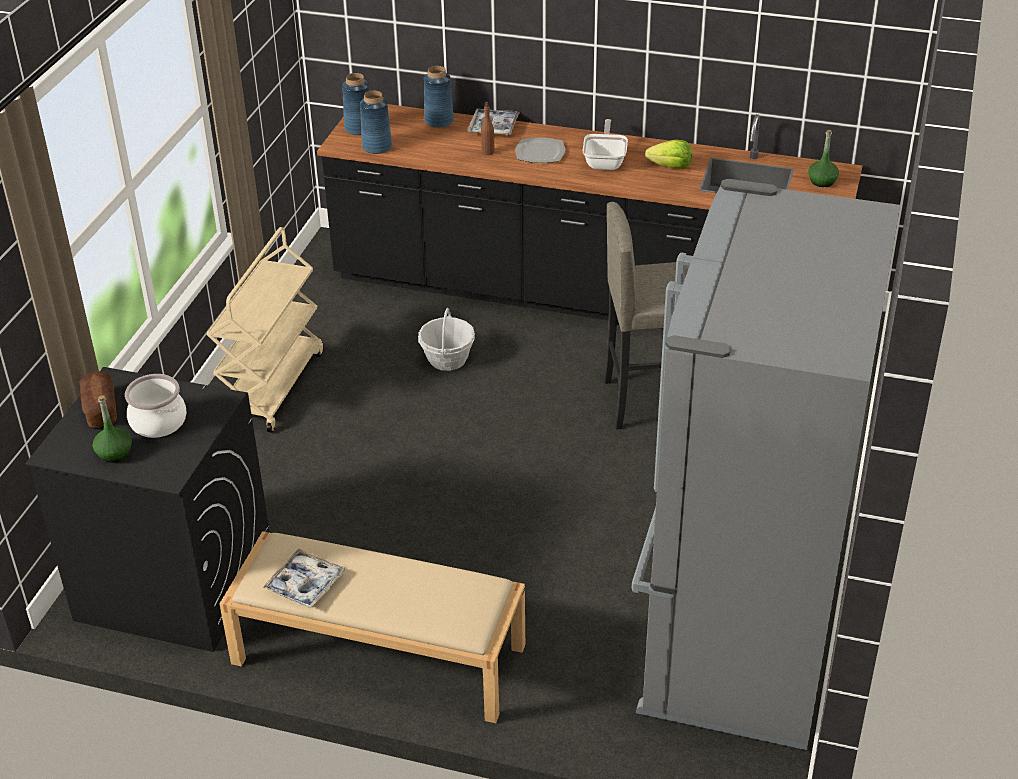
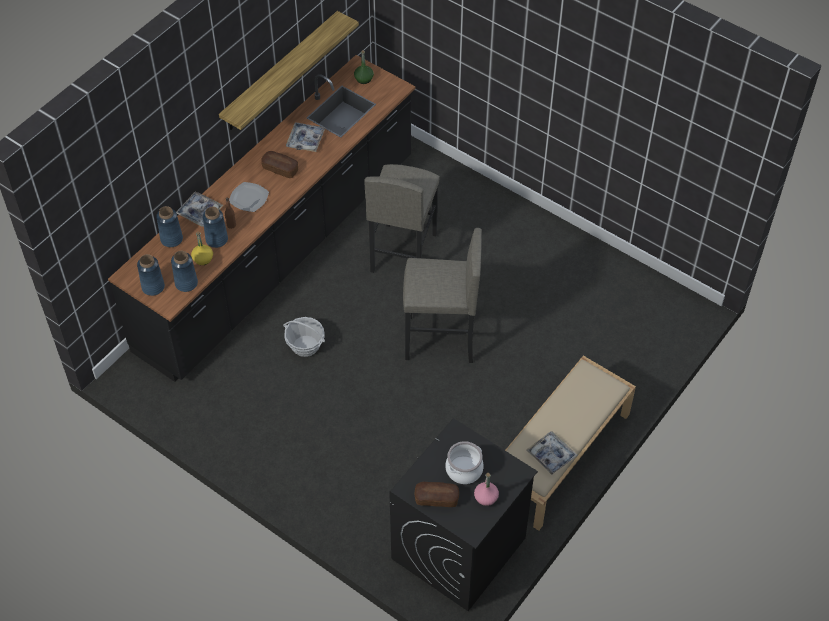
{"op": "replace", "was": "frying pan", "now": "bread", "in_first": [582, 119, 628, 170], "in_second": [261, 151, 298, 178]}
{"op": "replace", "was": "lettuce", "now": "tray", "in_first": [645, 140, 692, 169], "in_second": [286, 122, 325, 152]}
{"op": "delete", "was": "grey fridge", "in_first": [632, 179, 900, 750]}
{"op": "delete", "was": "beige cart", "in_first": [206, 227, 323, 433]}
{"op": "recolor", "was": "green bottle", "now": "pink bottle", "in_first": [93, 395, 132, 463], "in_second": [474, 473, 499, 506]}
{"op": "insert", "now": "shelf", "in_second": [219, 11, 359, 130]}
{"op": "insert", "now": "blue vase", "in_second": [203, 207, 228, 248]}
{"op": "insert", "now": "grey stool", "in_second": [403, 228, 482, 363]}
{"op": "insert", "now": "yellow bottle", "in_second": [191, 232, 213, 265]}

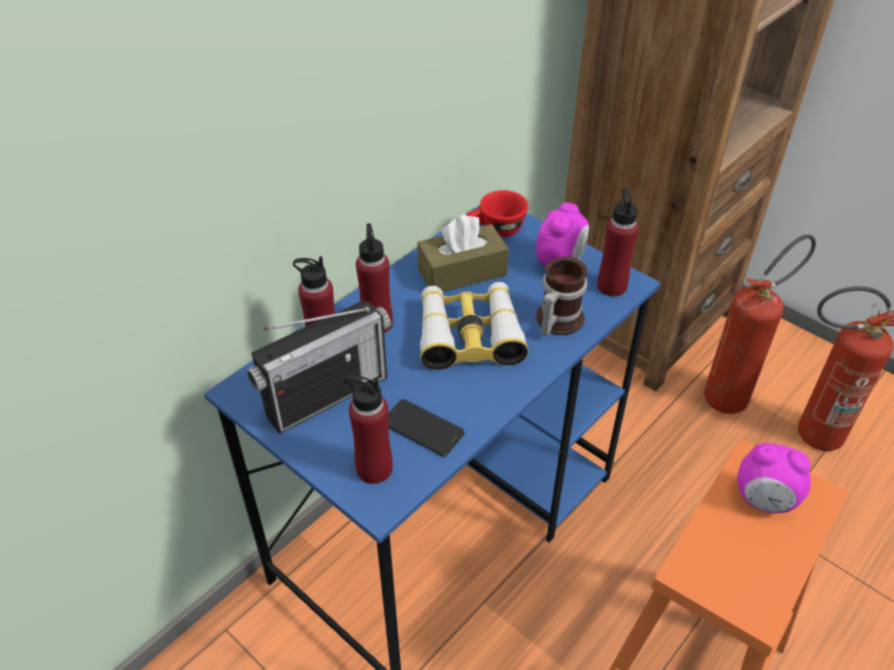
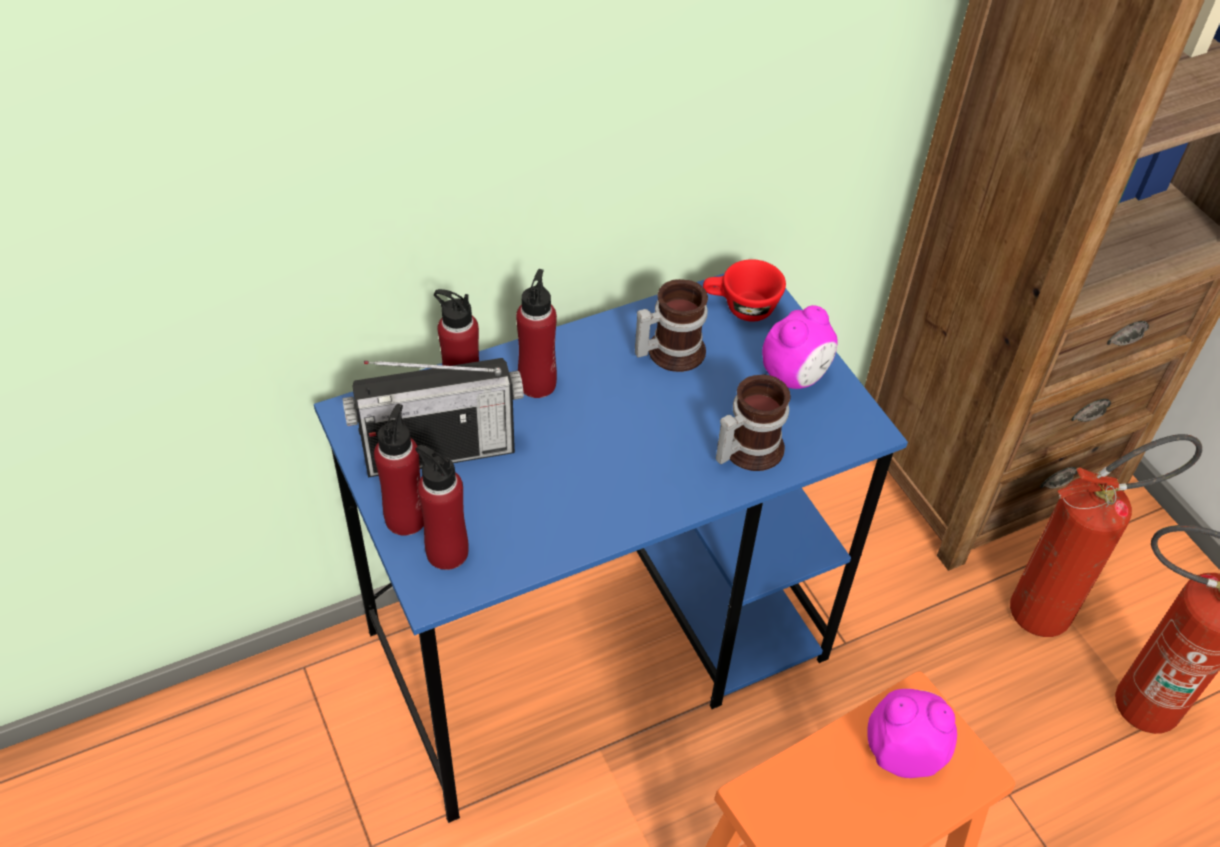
{"op": "move", "was": "red bottle", "in_first": [597, 188, 639, 297], "in_second": [374, 404, 424, 536]}
{"op": "replace", "was": "brown tissue box", "now": "mug", "in_first": [417, 214, 509, 292], "in_second": [635, 279, 708, 372]}
{"op": "delete", "was": "binoculars", "in_first": [420, 282, 528, 370]}
{"op": "delete", "was": "phone", "in_first": [388, 399, 465, 457]}
{"op": "rotate", "was": "alarm clock", "in_first": [737, 443, 811, 513], "in_second": [867, 689, 957, 778], "clockwise": 150}

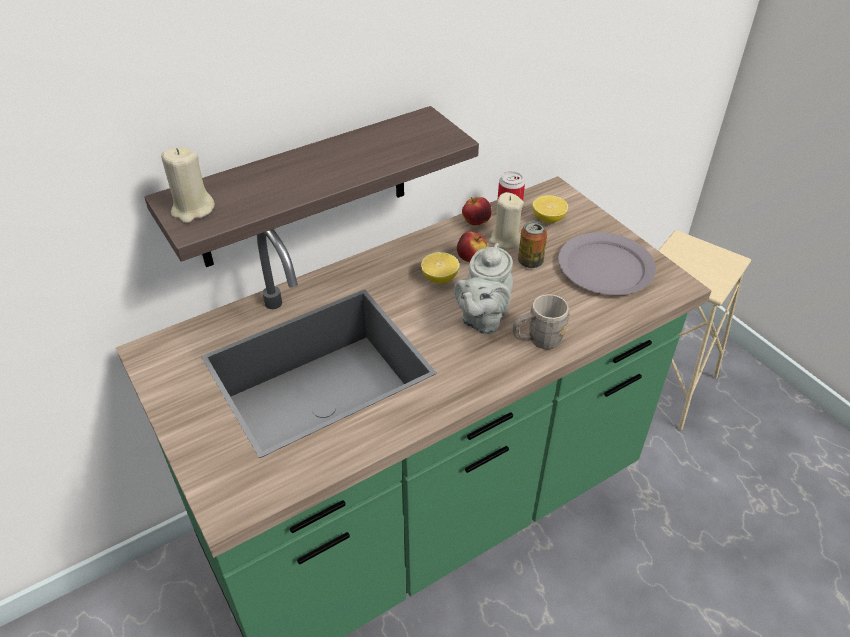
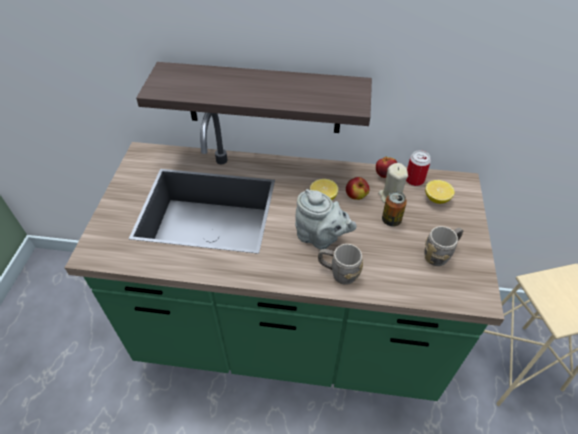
{"op": "delete", "was": "beige candle", "in_first": [161, 147, 215, 223]}
{"op": "replace", "was": "grey plate", "now": "grey mug", "in_first": [558, 232, 656, 295], "in_second": [424, 226, 463, 266]}
{"op": "rotate", "was": "grey teapot", "in_first": [454, 243, 513, 334], "in_second": [295, 189, 357, 249], "clockwise": -120}

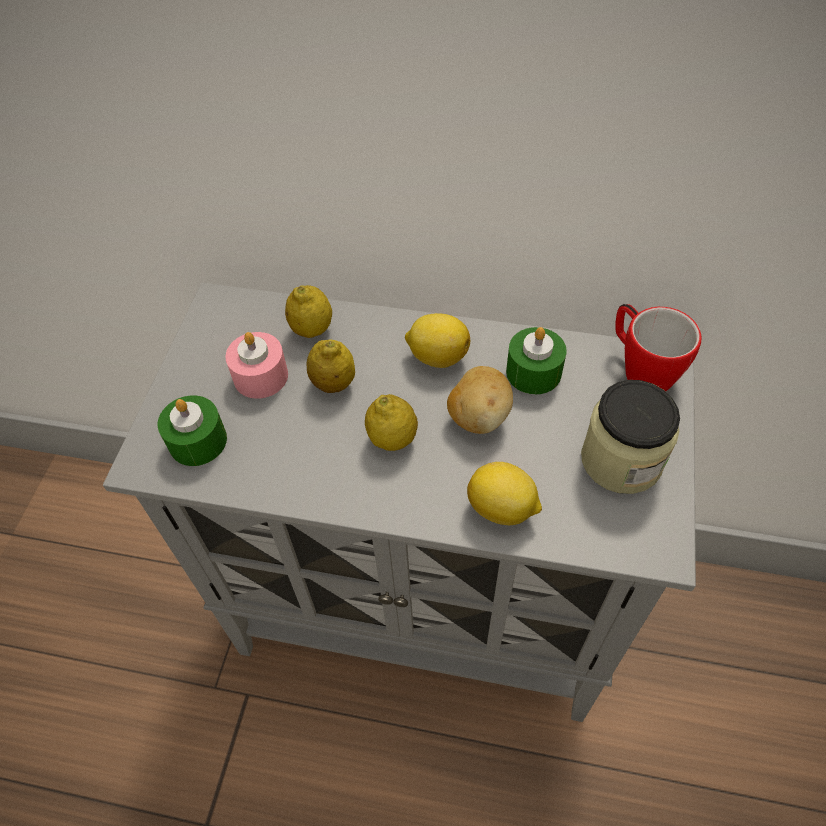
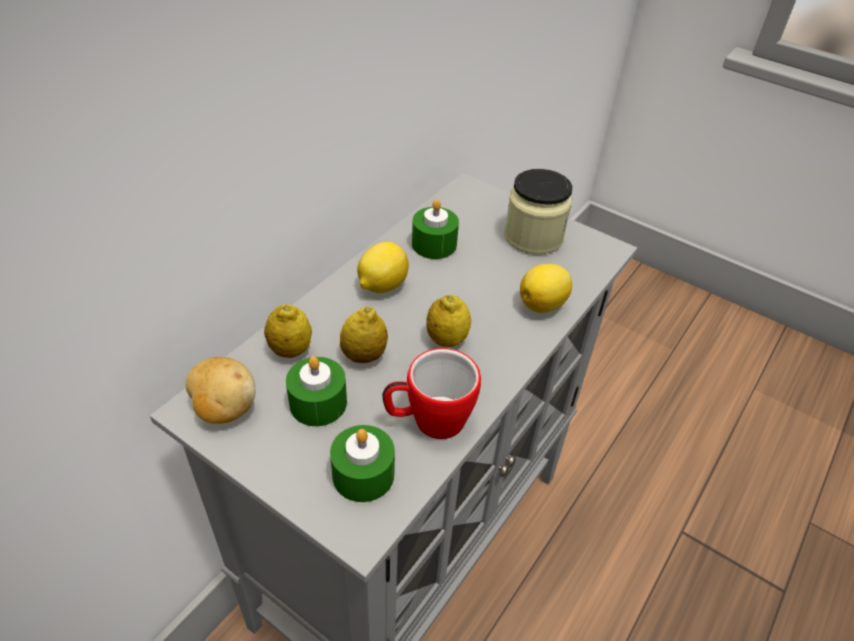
{"op": "move", "was": "mug", "in_first": [615, 304, 702, 391], "in_second": [382, 348, 481, 439]}
{"op": "recolor", "was": "pink candle", "now": "green candle", "in_first": [225, 332, 288, 399], "in_second": [286, 356, 347, 426]}
{"op": "move", "was": "potato", "in_first": [447, 366, 513, 434], "in_second": [185, 357, 255, 424]}

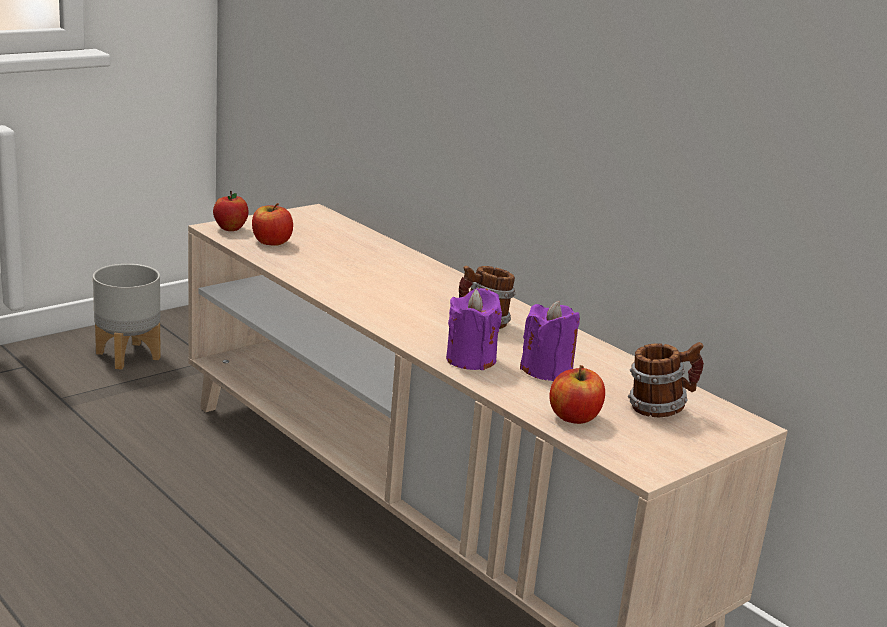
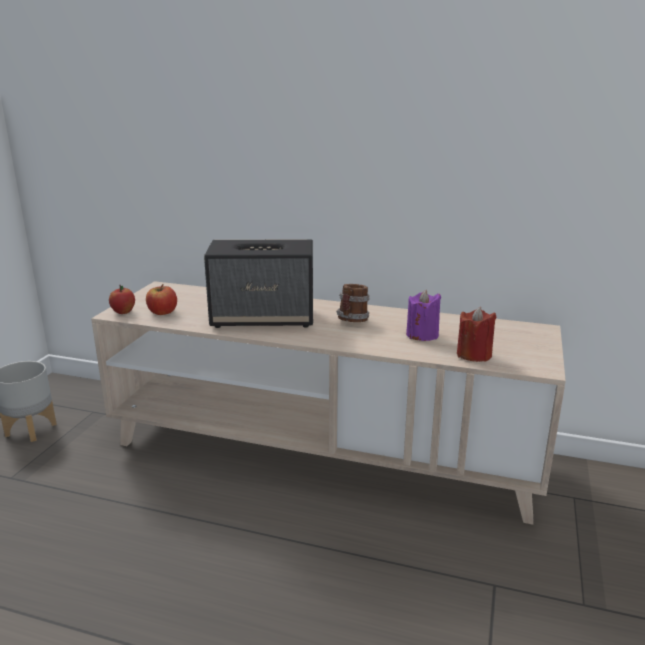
{"op": "delete", "was": "purple candle", "in_first": [446, 288, 502, 370]}
{"op": "delete", "was": "mug", "in_first": [628, 342, 704, 417]}
{"op": "replace", "was": "apple", "now": "red candle", "in_first": [549, 365, 605, 424], "in_second": [457, 307, 497, 362]}
{"op": "insert", "now": "speaker", "in_second": [204, 239, 313, 328]}

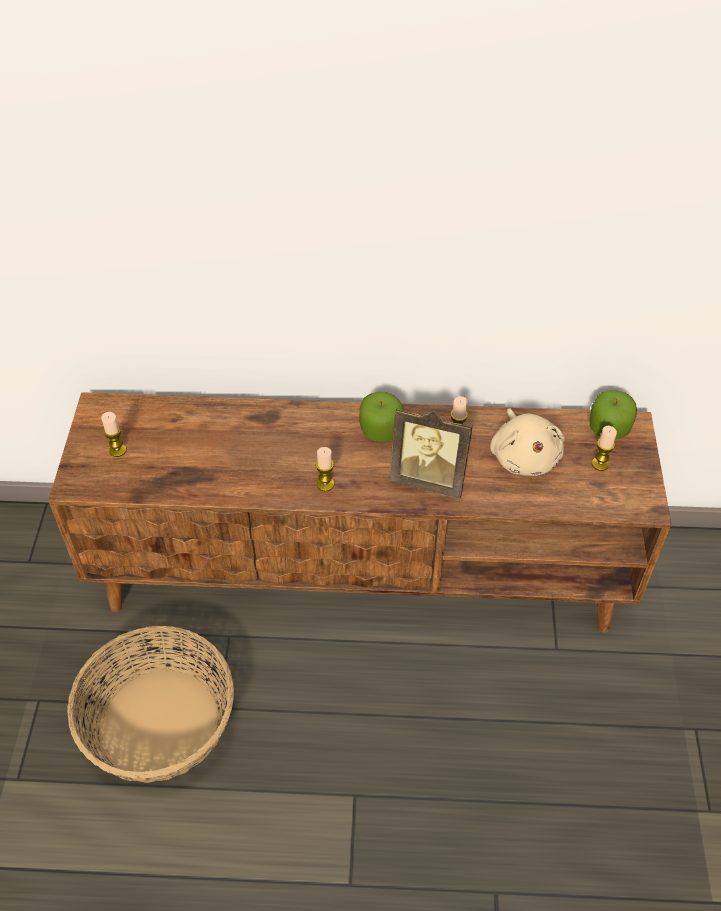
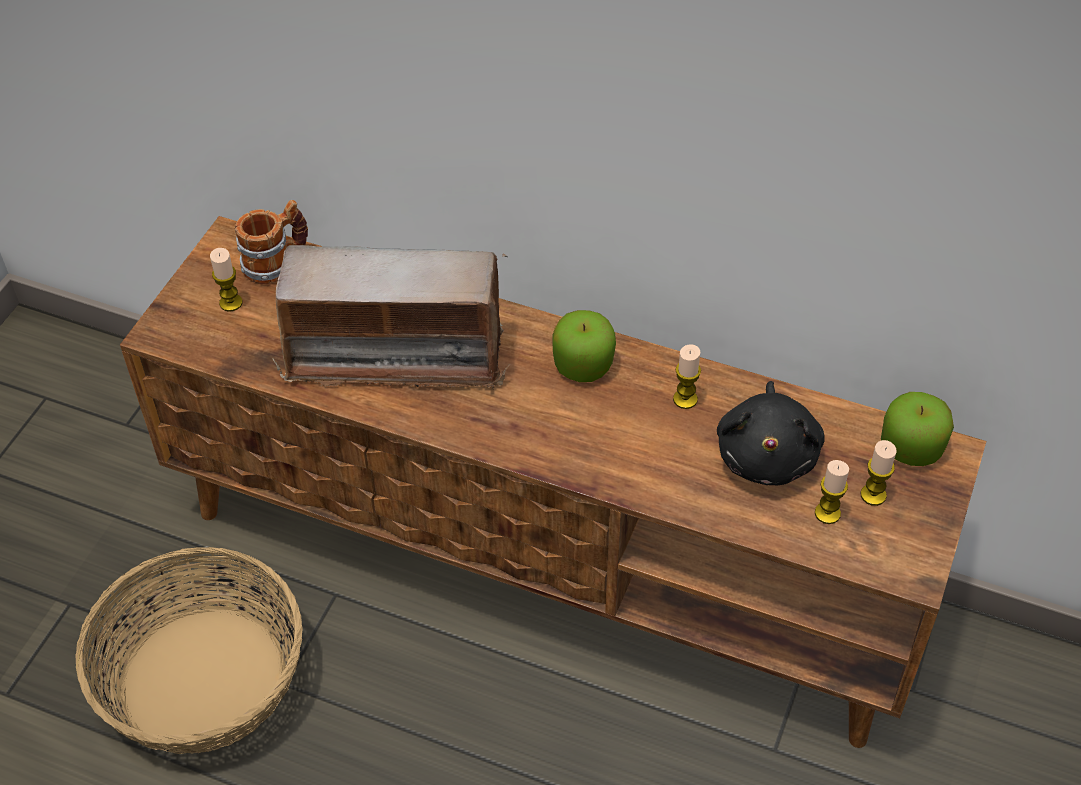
{"op": "delete", "was": "picture frame", "in_first": [389, 408, 473, 498]}
{"op": "recolor", "was": "beige plush toy", "now": "black plush toy", "in_first": [490, 408, 565, 476], "in_second": [717, 381, 825, 485]}
{"op": "move", "was": "candle", "in_first": [316, 447, 334, 492], "in_second": [815, 460, 849, 524]}
{"op": "insert", "now": "mug", "in_second": [235, 200, 308, 284]}
{"op": "insert", "now": "radio", "in_second": [272, 245, 510, 389]}

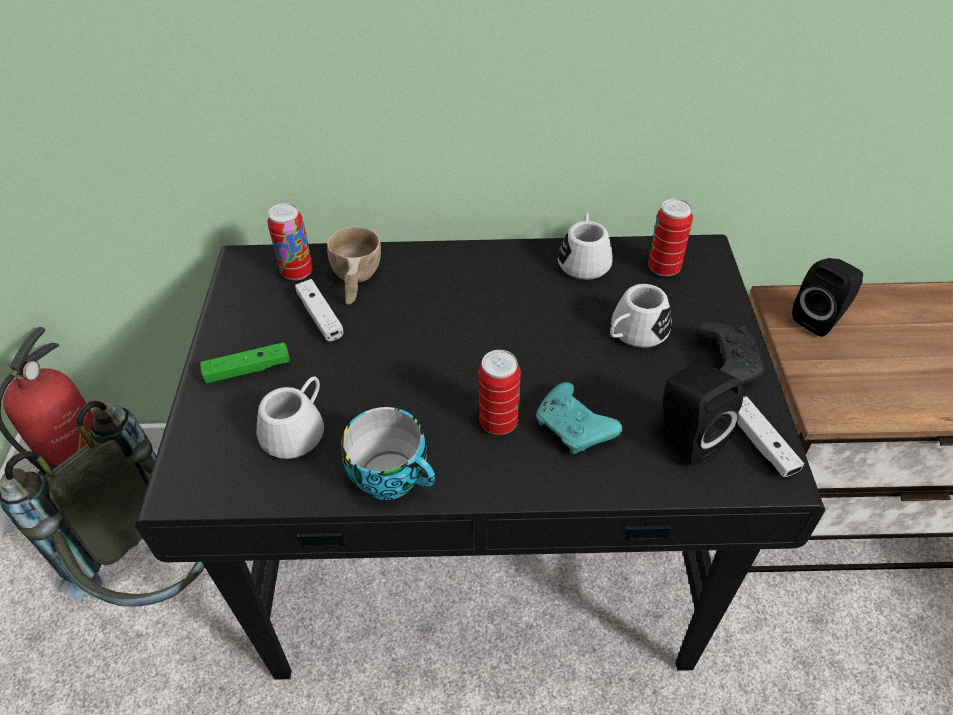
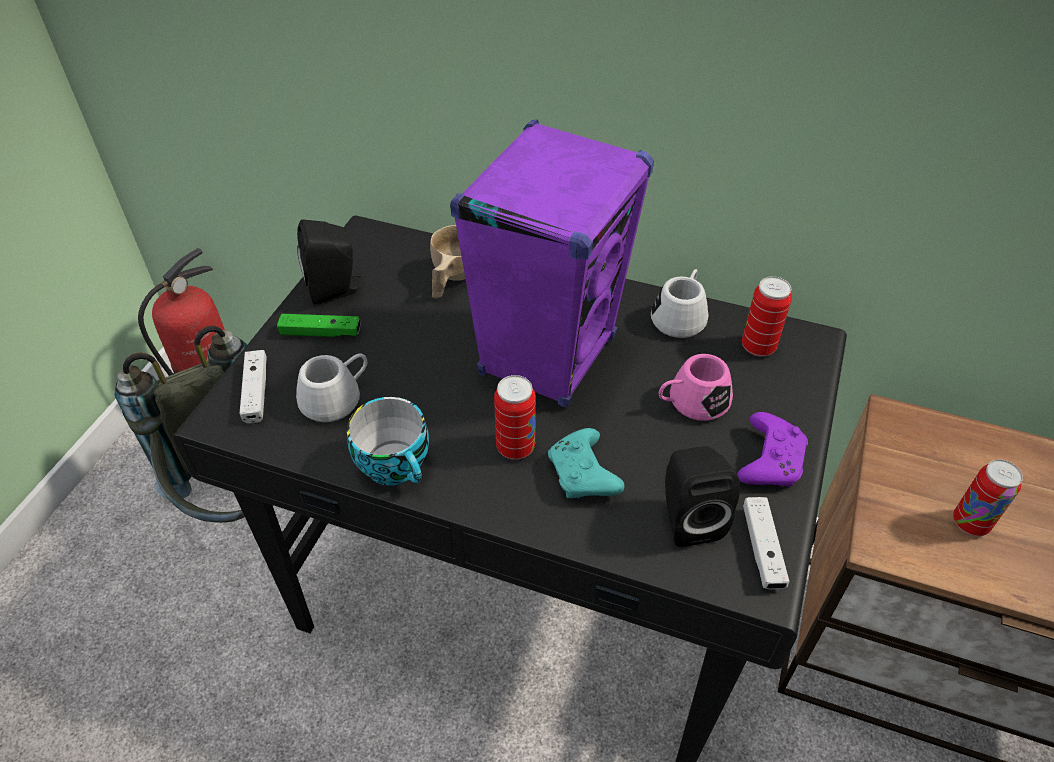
{"op": "move", "was": "can", "in_first": [267, 203, 313, 281], "in_second": [953, 459, 1023, 536]}
{"op": "move", "was": "black speaker", "in_first": [792, 258, 863, 337], "in_second": [297, 220, 362, 305]}
{"op": "move", "was": "white game controller", "in_first": [295, 279, 343, 341], "in_second": [240, 350, 267, 423]}
{"op": "recolor", "was": "white mug", "now": "pink mug", "in_first": [610, 284, 671, 348], "in_second": [659, 354, 733, 421]}
{"op": "recolor", "was": "black game controller", "now": "purple game controller", "in_first": [695, 322, 764, 384], "in_second": [737, 412, 808, 487]}
{"op": "insert", "now": "purple speaker", "in_second": [450, 119, 654, 408]}

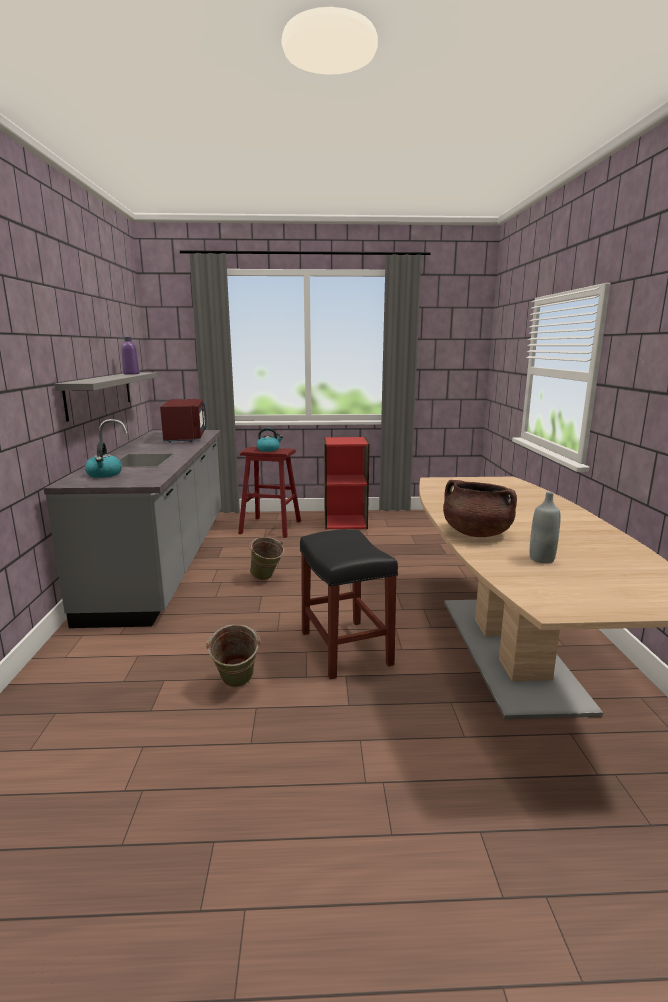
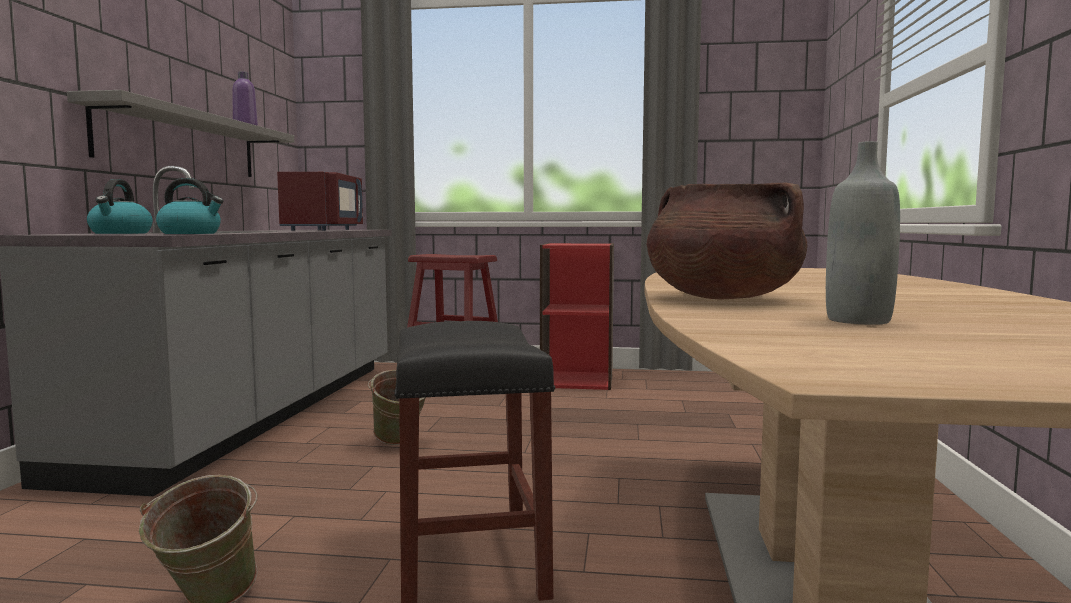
{"op": "move", "was": "kettle", "in_first": [256, 428, 283, 452], "in_second": [156, 178, 224, 234]}

